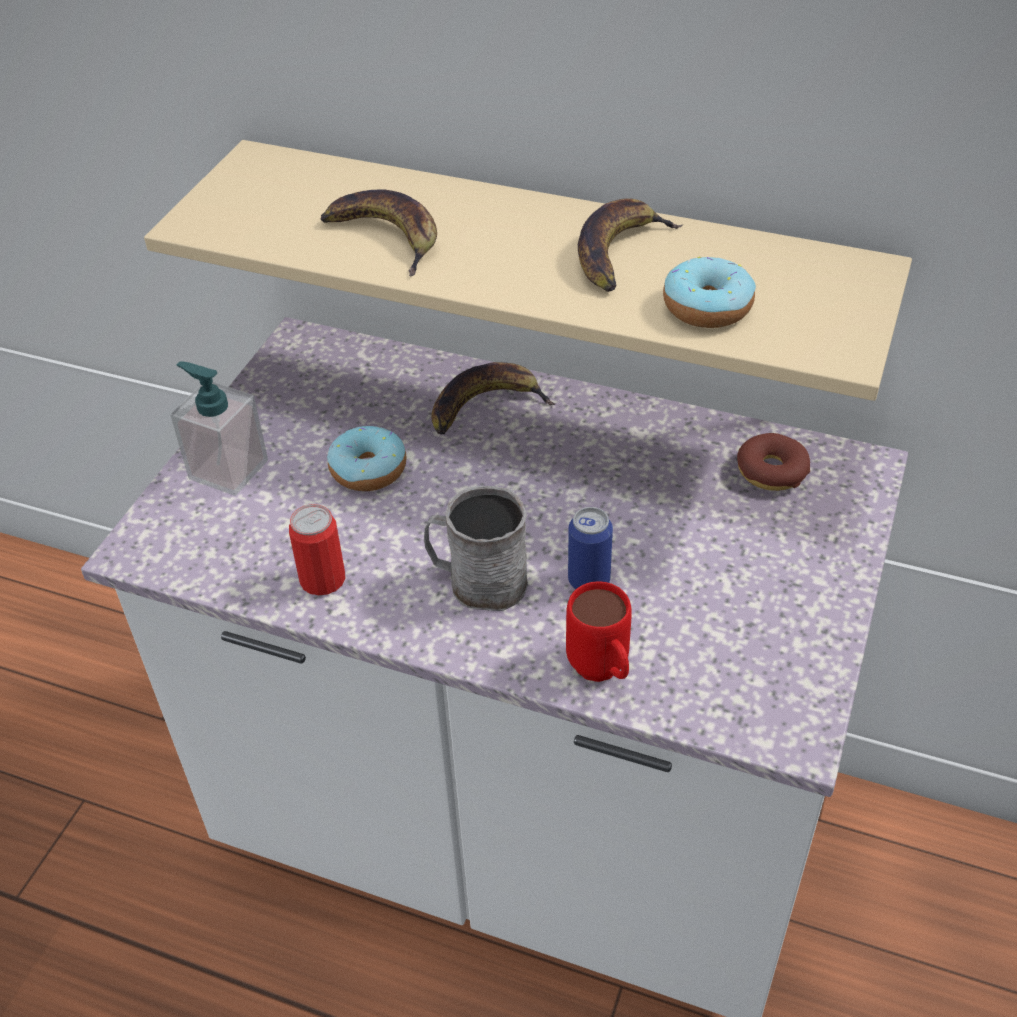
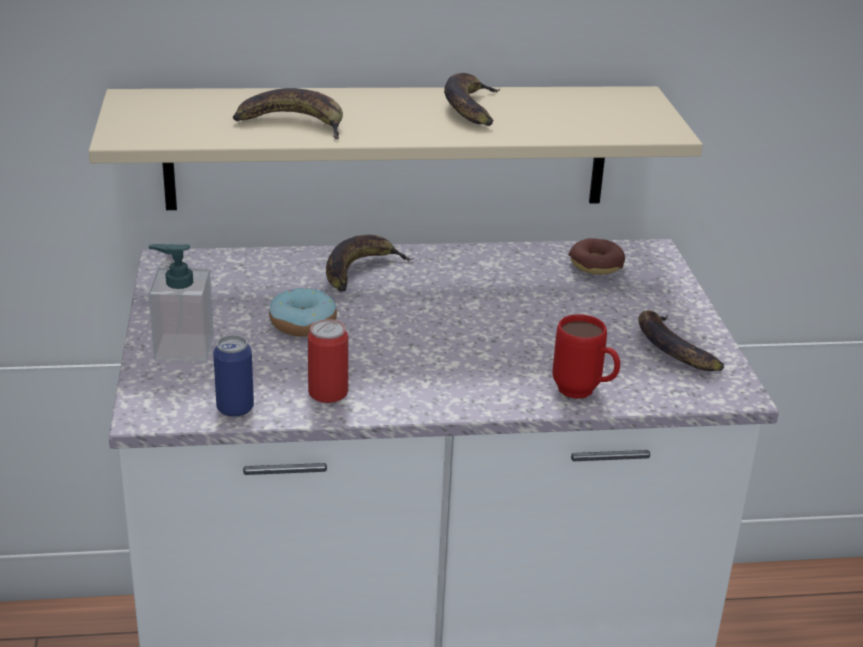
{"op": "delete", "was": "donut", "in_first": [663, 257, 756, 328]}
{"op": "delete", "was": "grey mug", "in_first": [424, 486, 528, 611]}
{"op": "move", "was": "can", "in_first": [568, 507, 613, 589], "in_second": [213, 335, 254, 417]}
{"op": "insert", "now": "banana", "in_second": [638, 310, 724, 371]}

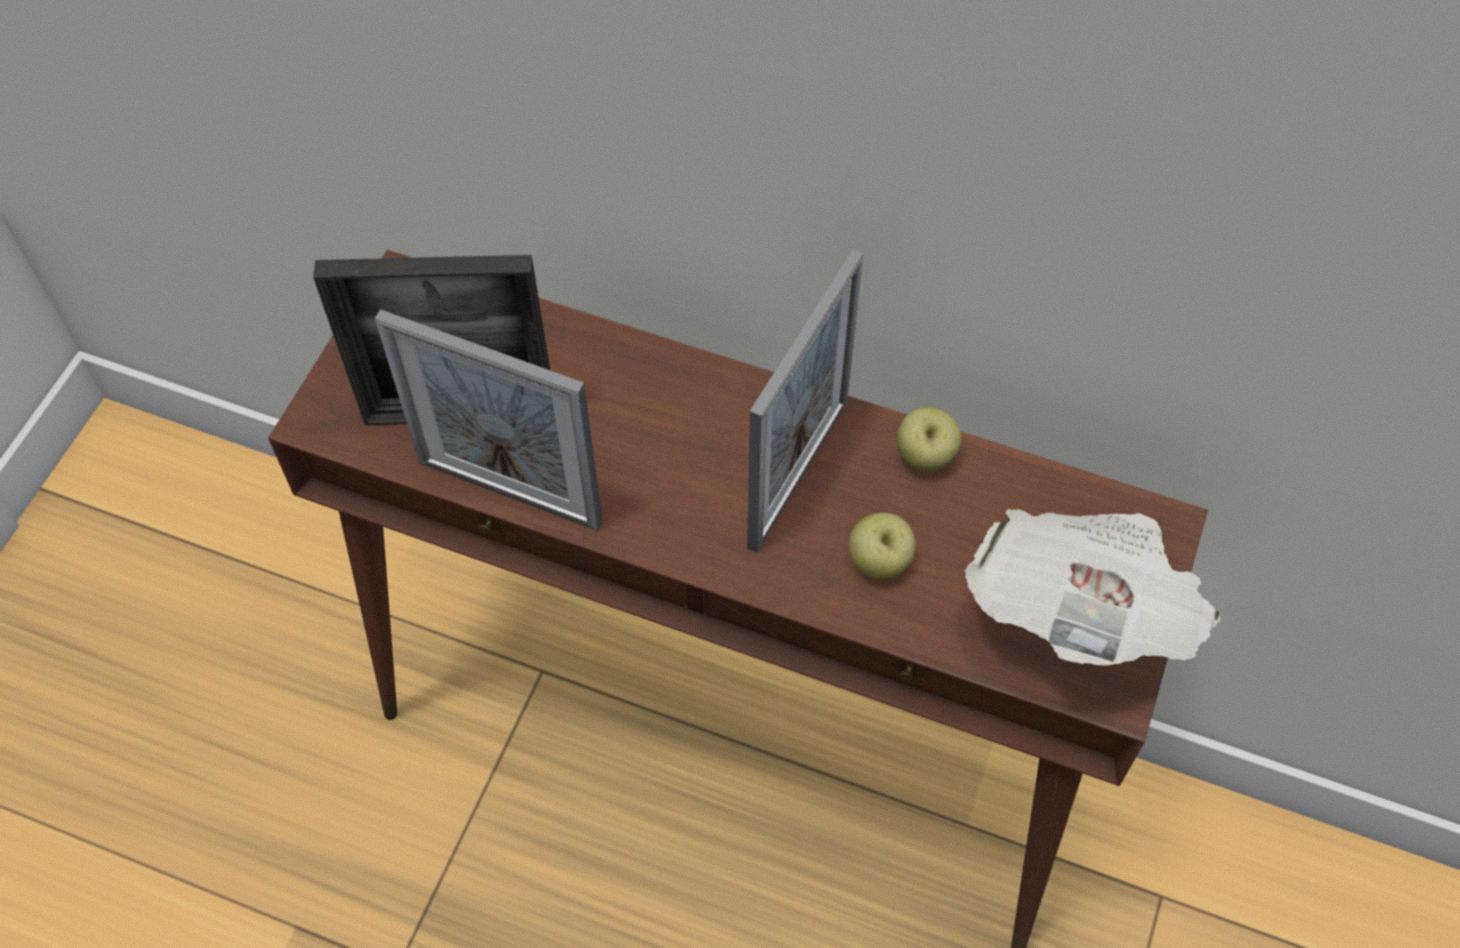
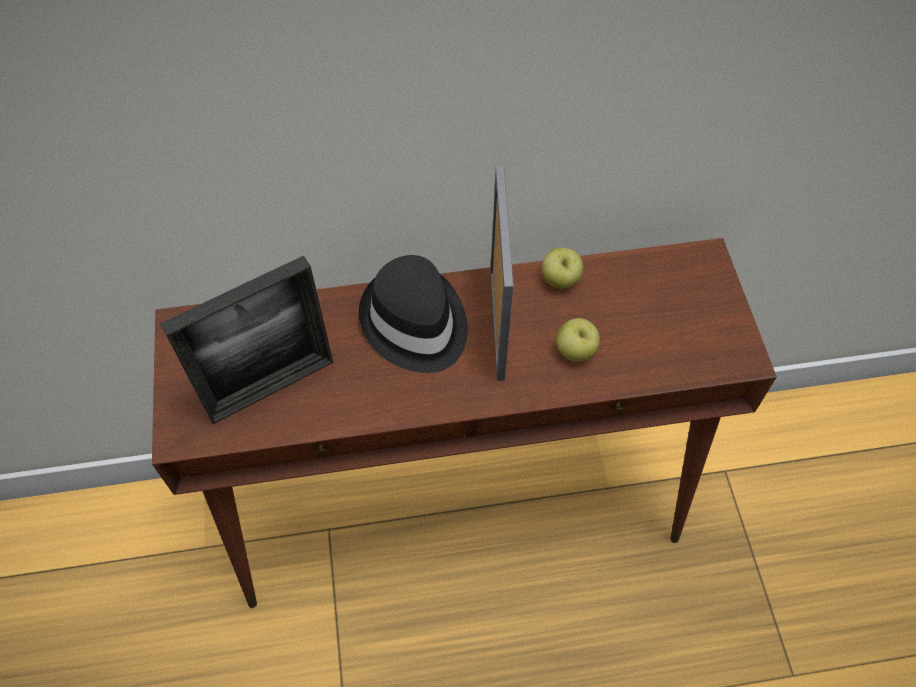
{"op": "delete", "was": "picture frame", "in_first": [375, 309, 603, 531]}
{"op": "delete", "was": "newspaper", "in_first": [965, 509, 1221, 666]}
{"op": "insert", "now": "black hat", "in_second": [359, 255, 468, 373]}

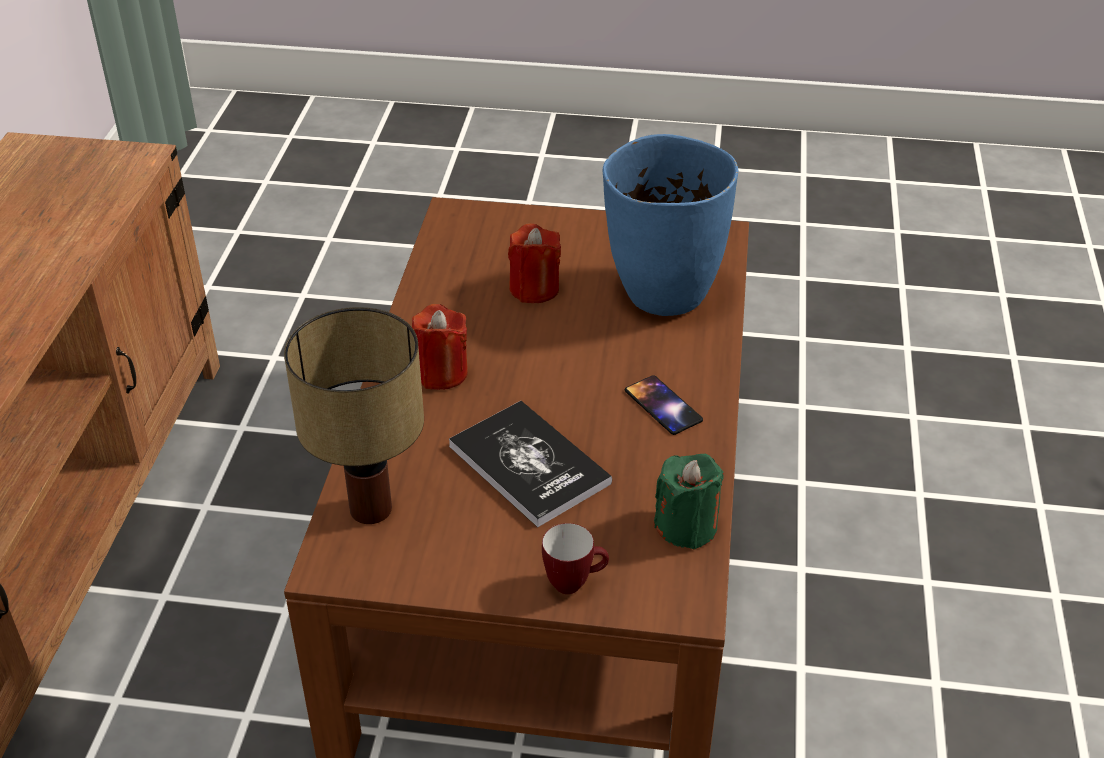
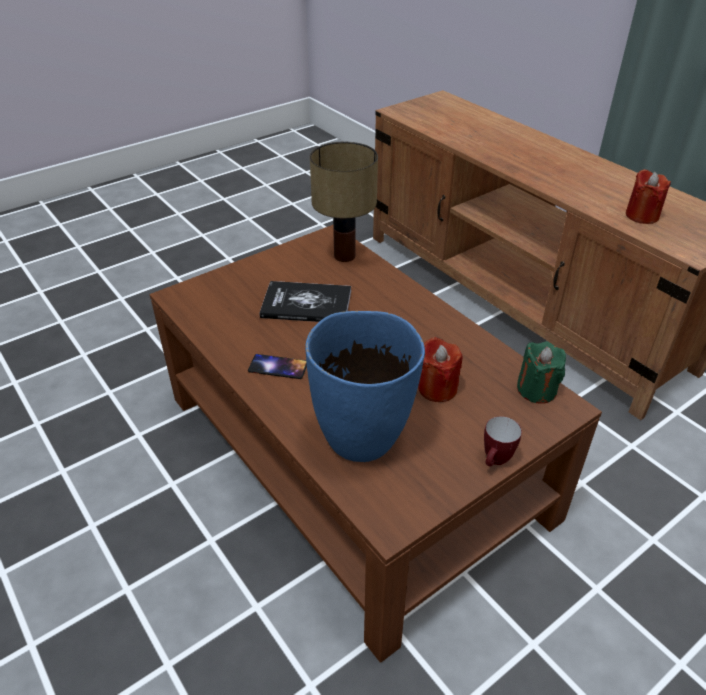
{"op": "move", "was": "red candle", "in_first": [412, 304, 468, 390], "in_second": [626, 169, 671, 224]}
{"op": "move", "was": "green candle", "in_first": [654, 454, 724, 550], "in_second": [517, 342, 566, 404]}
{"op": "move", "was": "mug", "in_first": [542, 523, 609, 594], "in_second": [484, 416, 522, 467]}

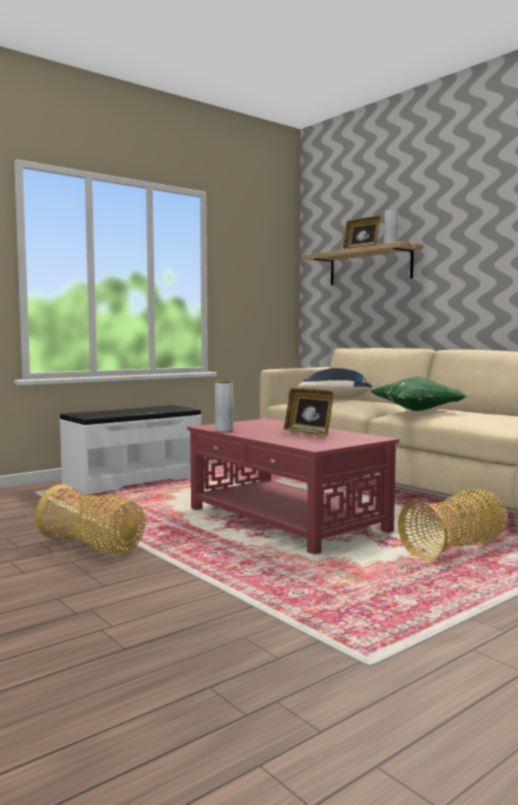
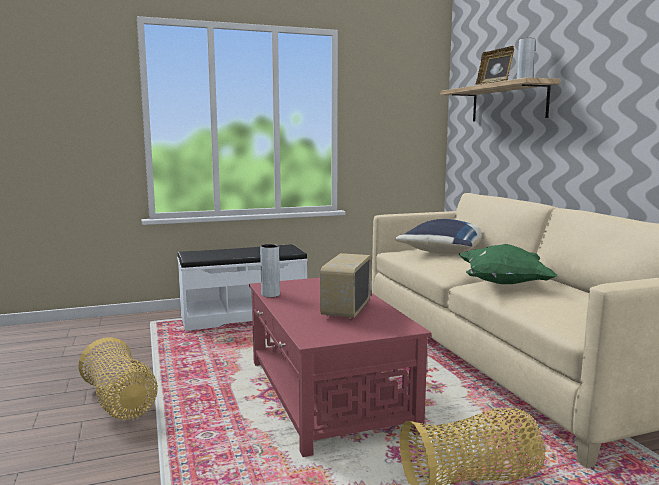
{"op": "replace", "was": "picture frame", "now": "radio", "in_first": [284, 388, 333, 437], "in_second": [320, 253, 371, 319]}

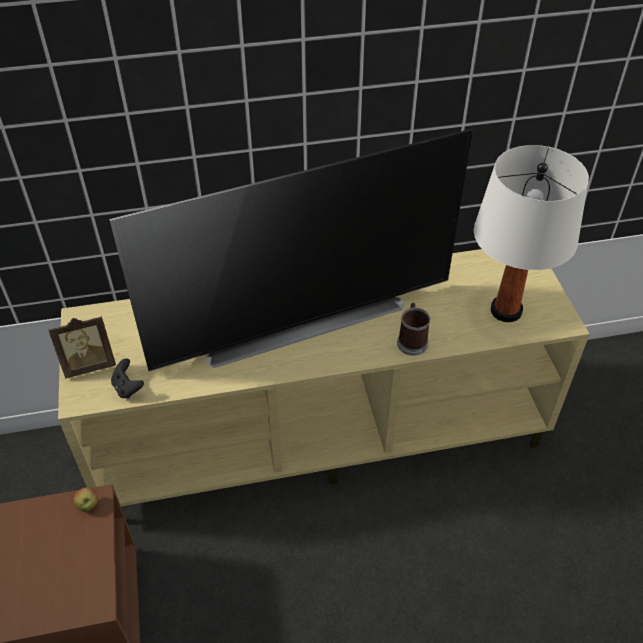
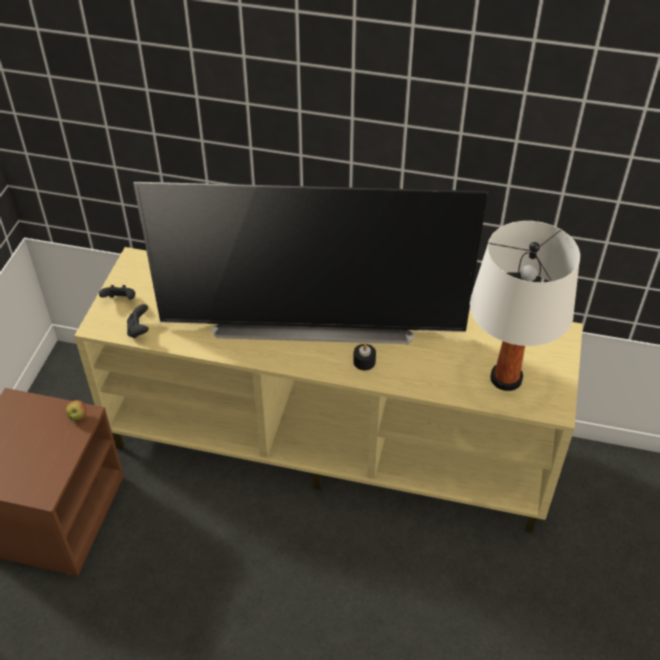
{"op": "delete", "was": "mug", "in_first": [397, 303, 431, 356]}
{"op": "replace", "was": "picture frame", "now": "black game controller", "in_first": [48, 316, 116, 378], "in_second": [99, 285, 135, 300]}
{"op": "insert", "now": "black candle", "in_second": [353, 344, 376, 370]}

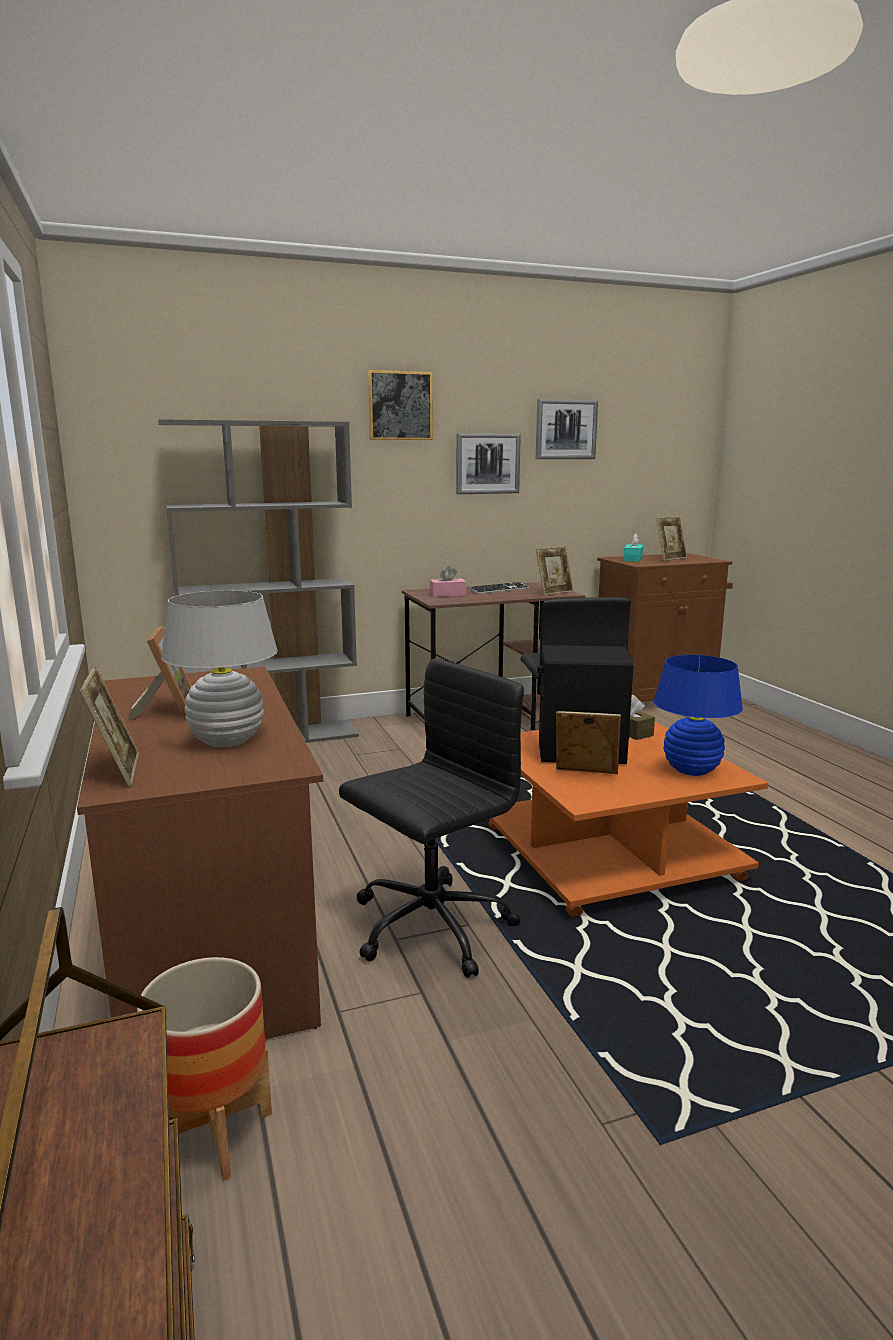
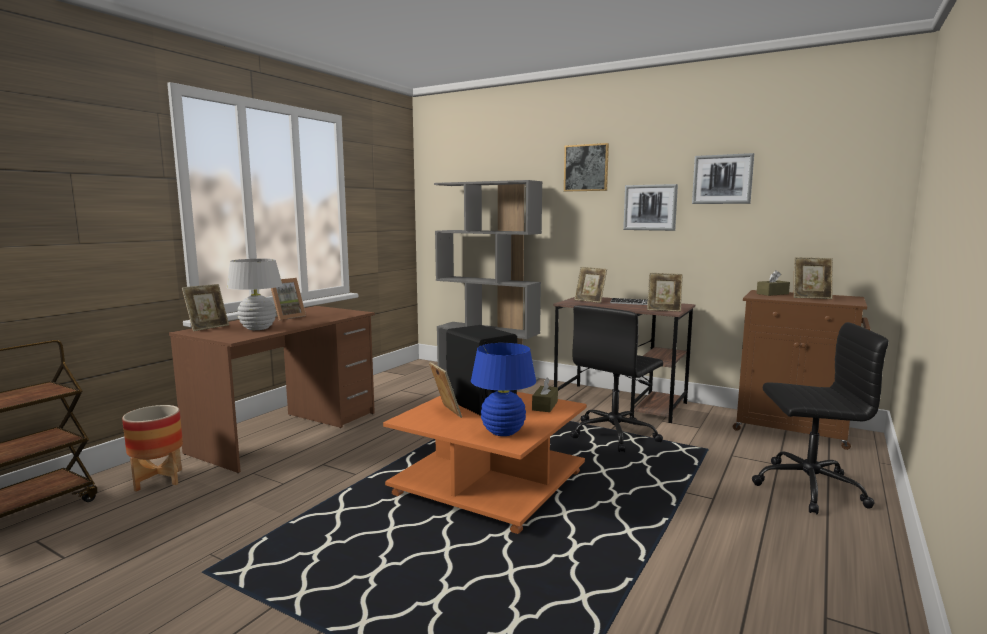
{"op": "recolor", "was": "turquoise tissue box", "now": "brown tissue box", "in_first": [623, 533, 643, 562], "in_second": [756, 270, 790, 296]}
{"op": "replace", "was": "pink tissue box", "now": "picture frame", "in_first": [430, 566, 466, 597], "in_second": [574, 267, 607, 303]}
{"op": "move", "was": "black office chair", "in_first": [339, 658, 524, 978], "in_second": [752, 322, 889, 514]}

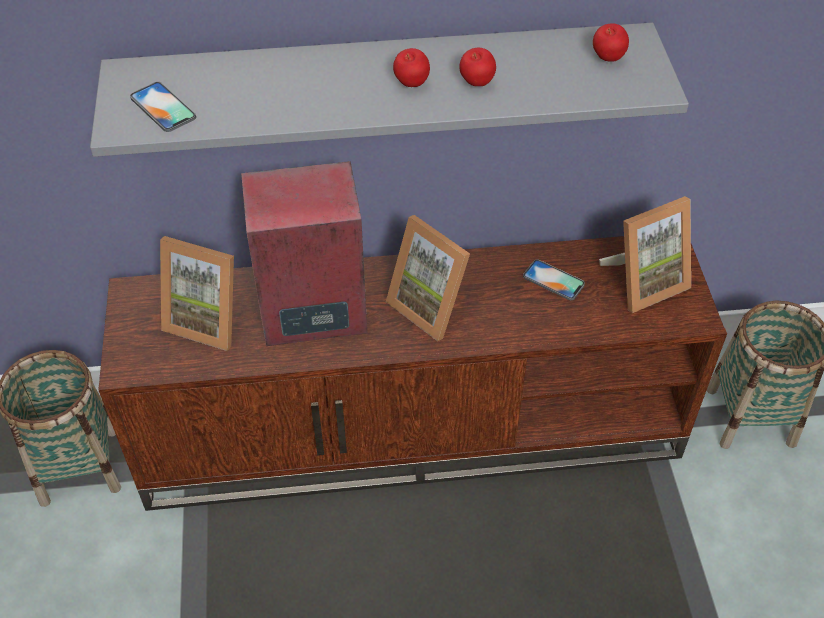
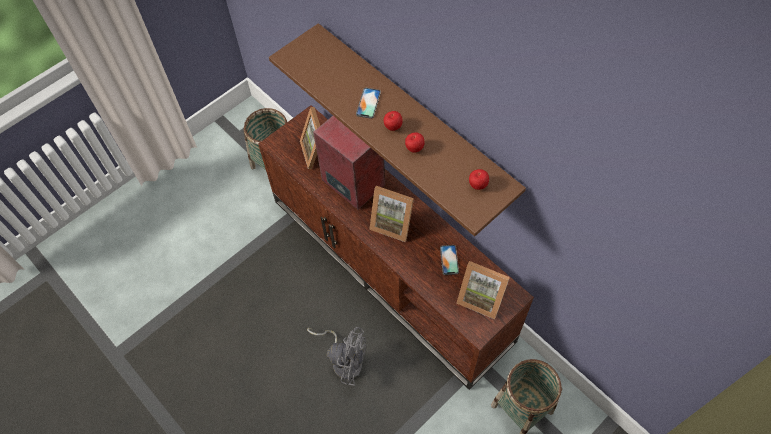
{"op": "recolor", "was": "grey shelf", "now": "brown shelf", "in_first": [90, 23, 689, 157], "in_second": [269, 23, 526, 236]}
{"op": "move", "was": "phone", "in_first": [130, 82, 196, 132], "in_second": [356, 88, 381, 119]}
{"op": "rotate", "was": "picture frame", "in_first": [386, 215, 470, 341], "in_second": [369, 186, 414, 242], "clockwise": -75}
{"op": "insert", "now": "grey fan", "in_second": [307, 327, 366, 386]}

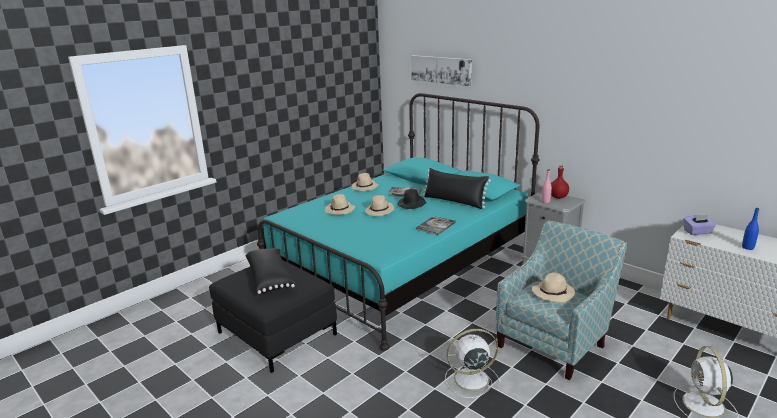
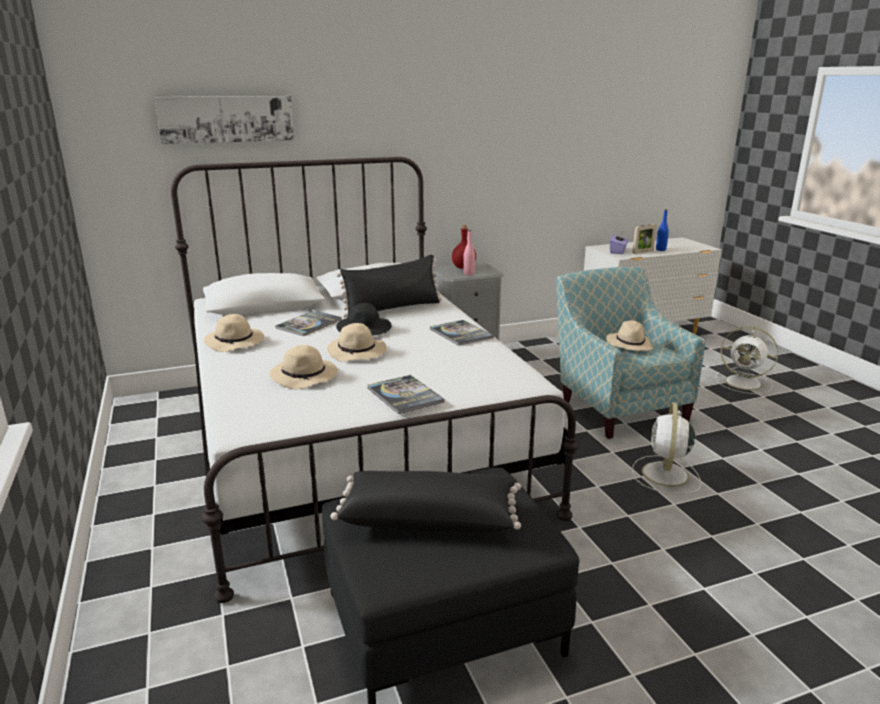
{"op": "recolor", "was": "turquoise bed", "now": "white bed", "in_first": [257, 93, 539, 351], "in_second": [171, 157, 579, 603]}
{"op": "insert", "now": "picture frame", "in_second": [633, 224, 657, 254]}
{"op": "insert", "now": "book", "in_second": [368, 375, 444, 414]}

